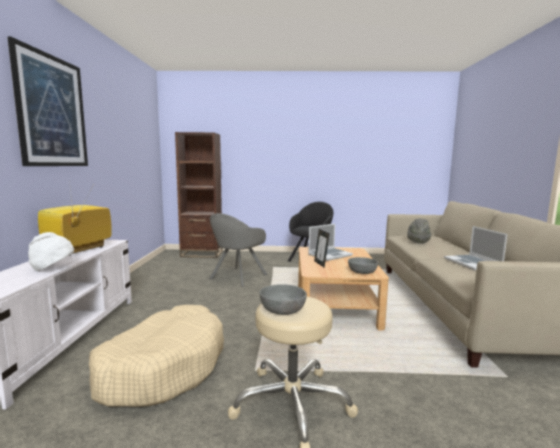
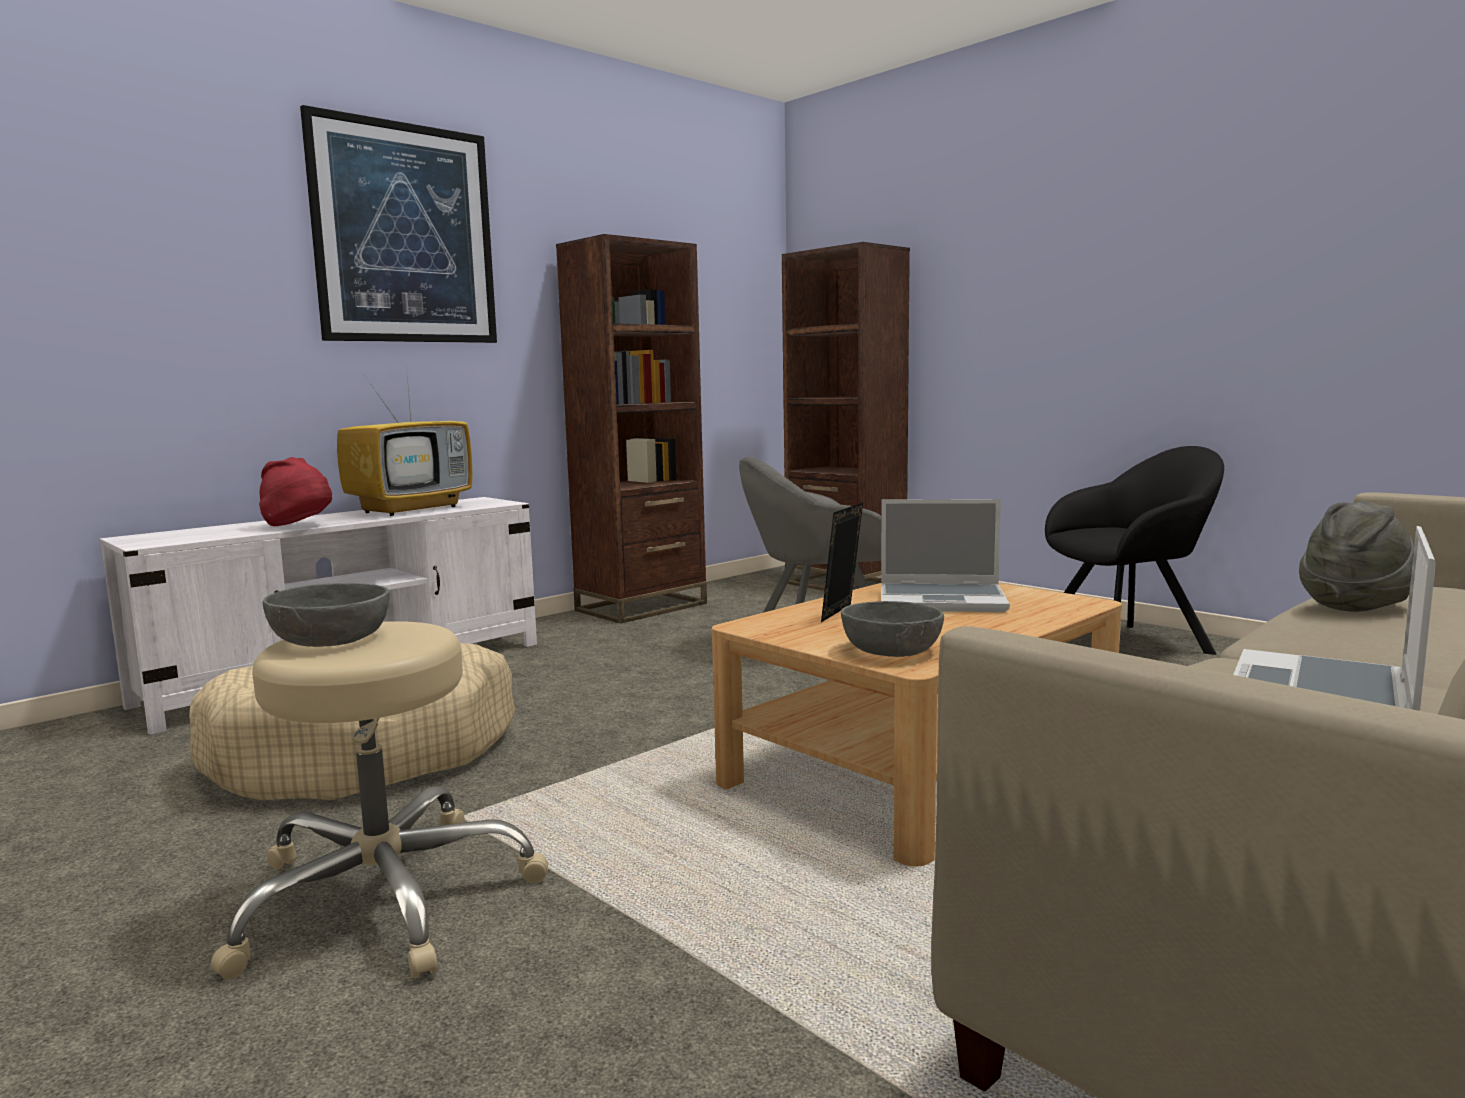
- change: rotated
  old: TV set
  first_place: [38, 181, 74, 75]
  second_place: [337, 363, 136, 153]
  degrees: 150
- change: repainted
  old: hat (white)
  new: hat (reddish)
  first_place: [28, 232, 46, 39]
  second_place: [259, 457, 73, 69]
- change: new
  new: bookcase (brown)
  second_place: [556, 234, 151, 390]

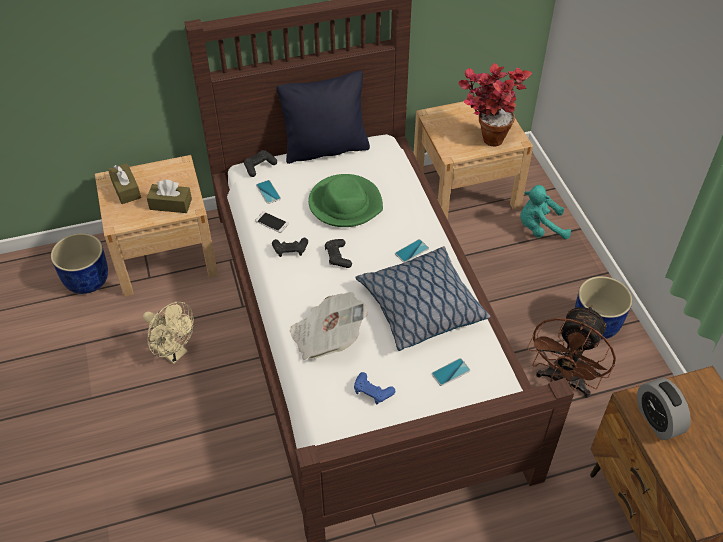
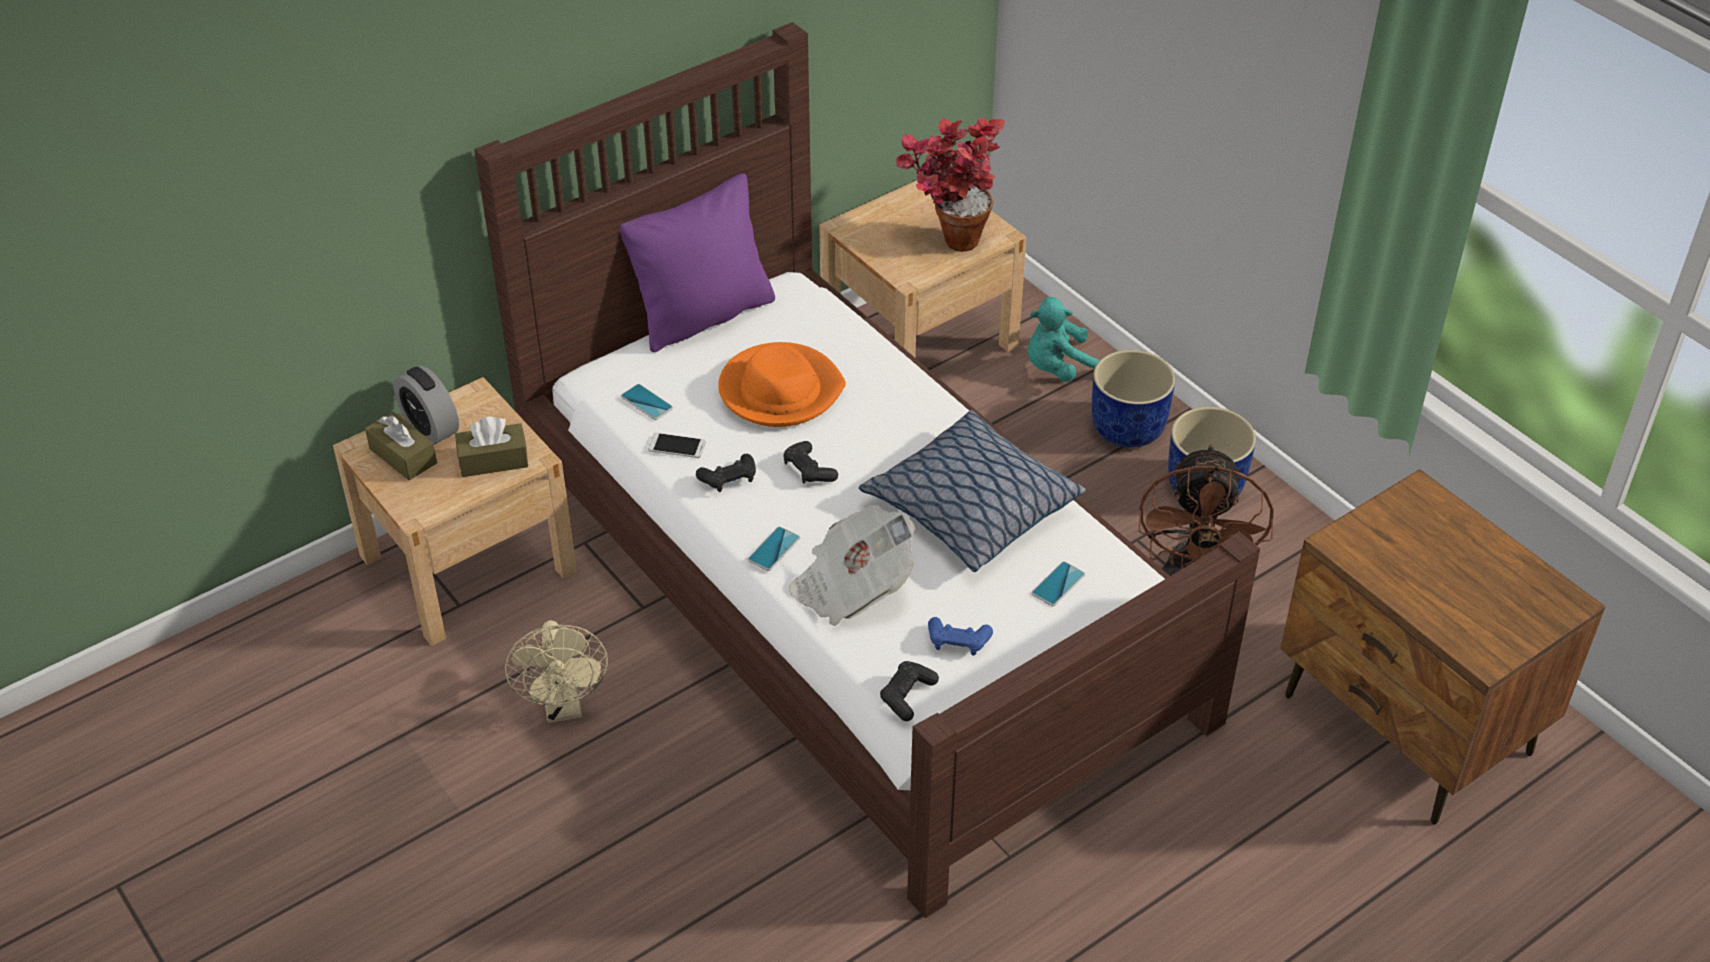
- change: repainted
  old: cushion (black-coloured)
  new: cushion (purplish)
  first_place: [276, 71, 94, 93]
  second_place: [620, 173, 155, 179]
- change: shifted
  old: joypad (black-coloured)
  first_place: [244, 150, 33, 27]
  second_place: [880, 661, 59, 60]
- change: repainted
  old: hat (green-coloured)
  new: hat (orange-coloured)
  first_place: [308, 174, 75, 53]
  second_place: [718, 342, 128, 85]
- change: shifted
  old: flower pot (blue)
  first_place: [51, 233, 57, 61]
  second_place: [1092, 350, 83, 98]
- change: shifted
  old: telephone
  first_place: [395, 239, 34, 24]
  second_place: [747, 527, 53, 44]
- change: rotated
  old: cooling fan (sand-coloured)
  first_place: [143, 302, 51, 62]
  second_place: [505, 620, 103, 103]
  degrees: 60
- change: shifted
  old: table clock
  first_place: [637, 378, 54, 62]
  second_place: [393, 365, 66, 80]

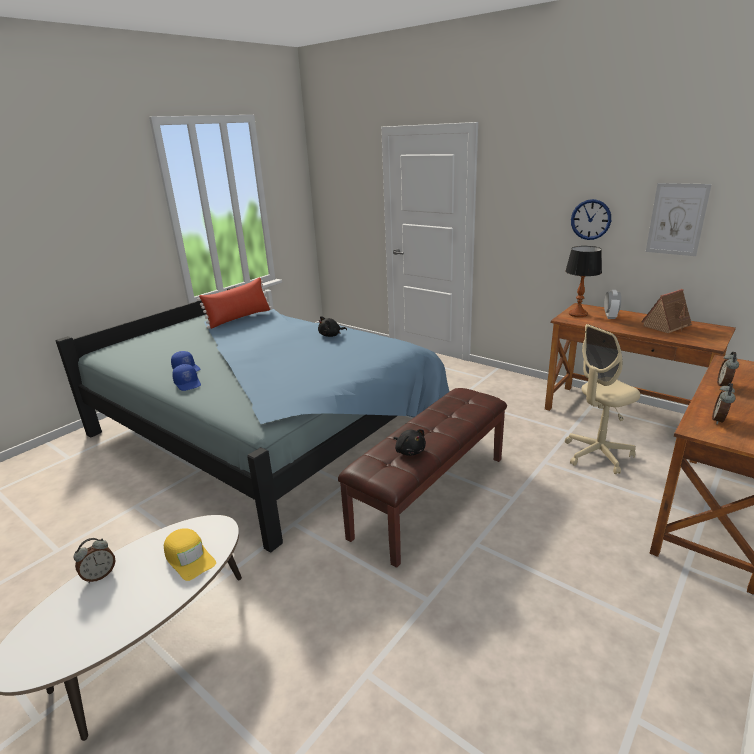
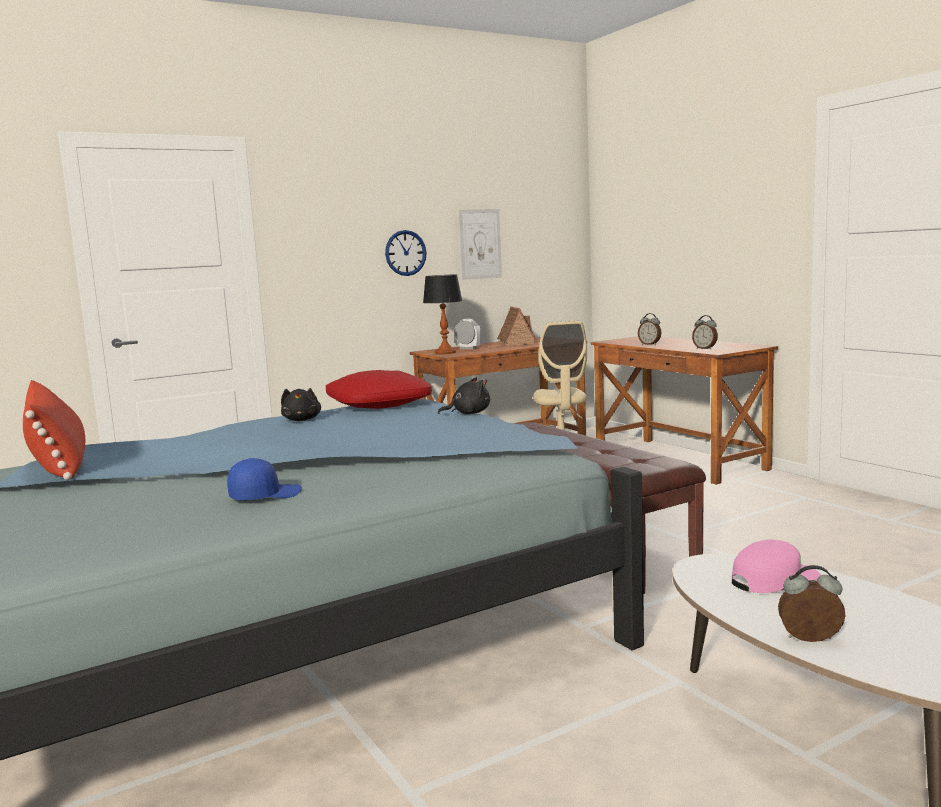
- change: gone
  old: peaked cap (blue)
  first_place: [172, 364, 29, 27]
- change: shifted
  old: plush toy (black-coloured)
  first_place: [393, 429, 33, 27]
  second_place: [438, 377, 52, 37]
- change: repainted
  old: peaked cap (yellow-coloured)
  new: peaked cap (pink-coloured)
  first_place: [164, 528, 52, 53]
  second_place: [732, 539, 89, 54]
- change: rotated
  old: table clock
  first_place: [74, 538, 41, 45]
  second_place: [778, 565, 67, 77]
  degrees: -60
- change: new
  new: cushion (reddish)
  second_place: [326, 370, 106, 39]

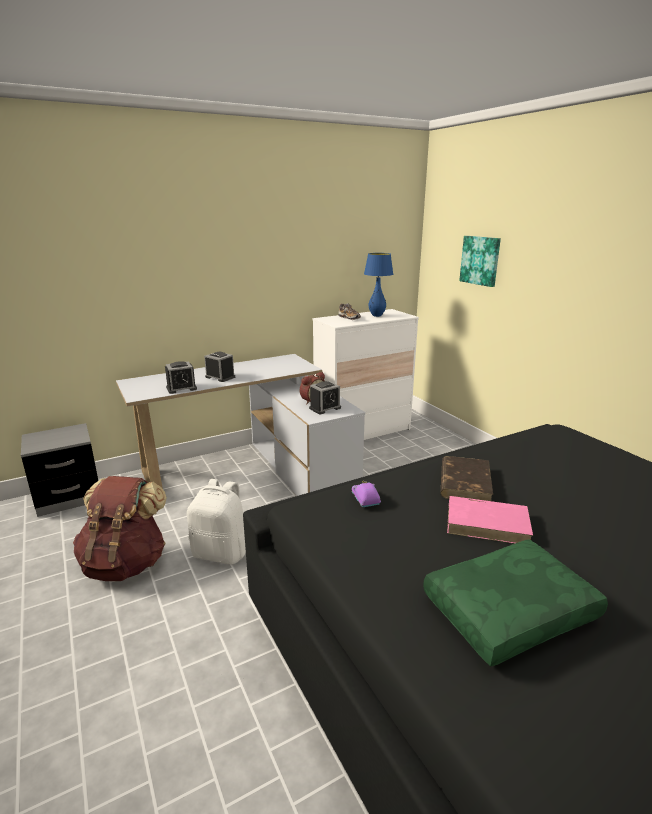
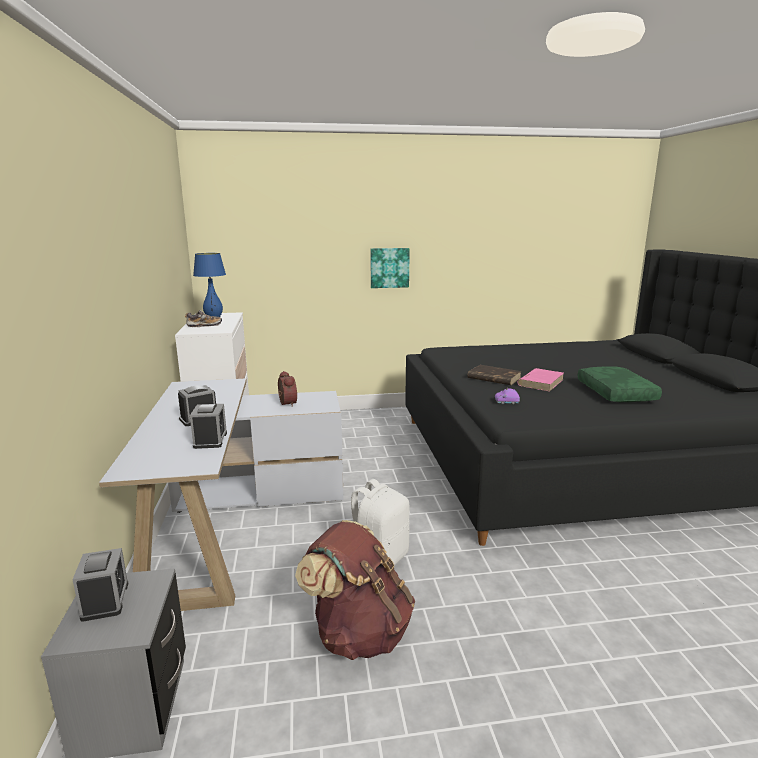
- change: shifted
  old: wall picture
  first_place: [459, 236, 42, 51]
  second_place: [370, 248, 40, 40]
- change: shifted
  old: table clock
  first_place: [309, 381, 32, 33]
  second_place: [72, 548, 56, 74]

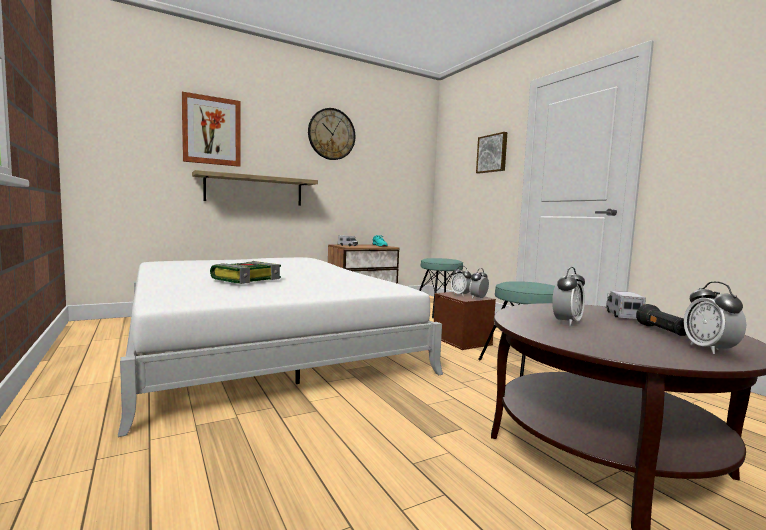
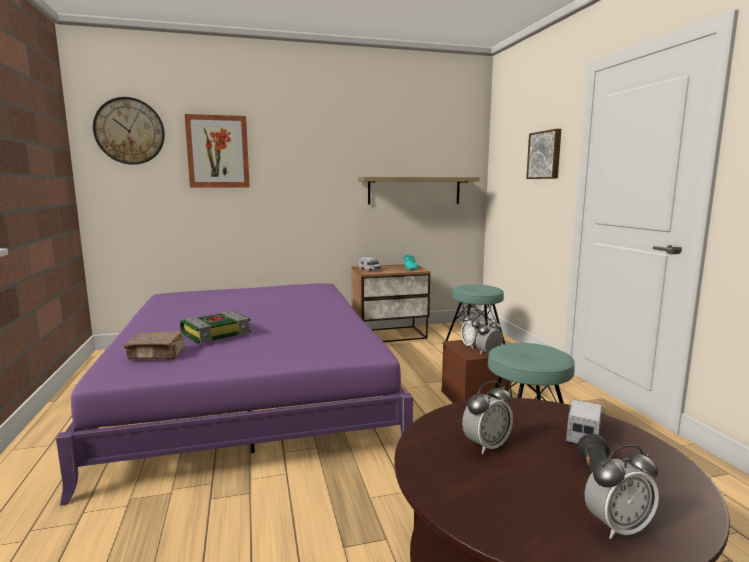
- change: shifted
  old: wall clock
  first_place: [308, 108, 47, 52]
  second_place: [93, 97, 72, 68]
- change: shifted
  old: shelf
  first_place: [192, 170, 126, 36]
  second_place: [358, 177, 122, 28]
- change: repainted
  old: bed (white)
  new: bed (purplish)
  first_place: [118, 257, 325, 180]
  second_place: [56, 283, 357, 223]
- change: rotated
  old: table clock
  first_place: [684, 281, 62, 73]
  second_place: [584, 445, 75, 94]
  degrees: -120
- change: new
  new: bound book (brown)
  second_place: [124, 331, 60, 29]

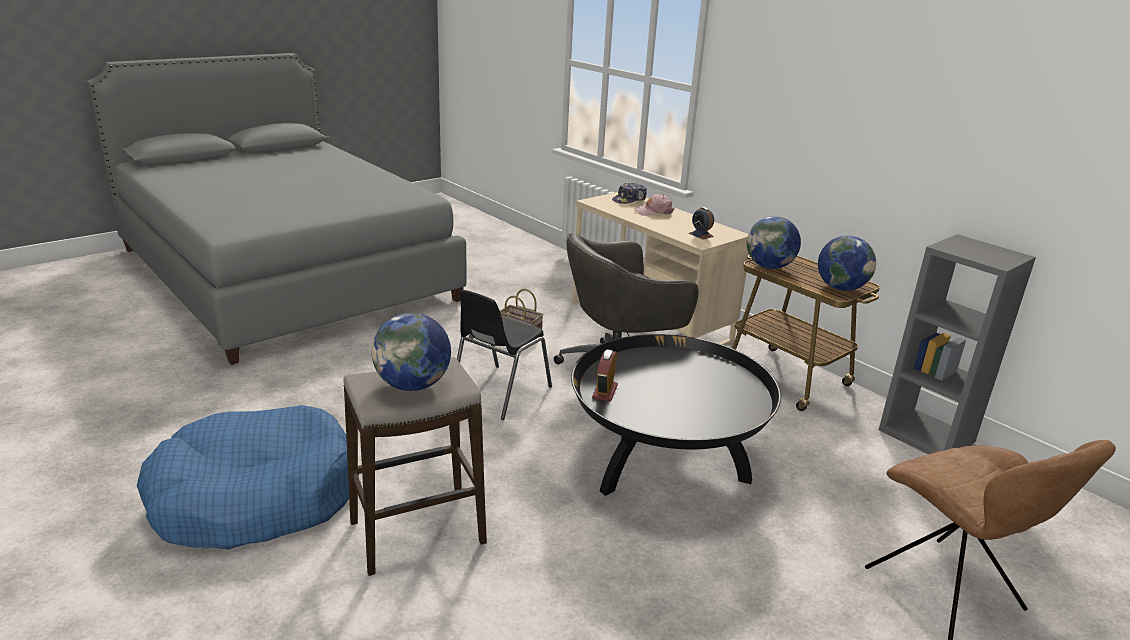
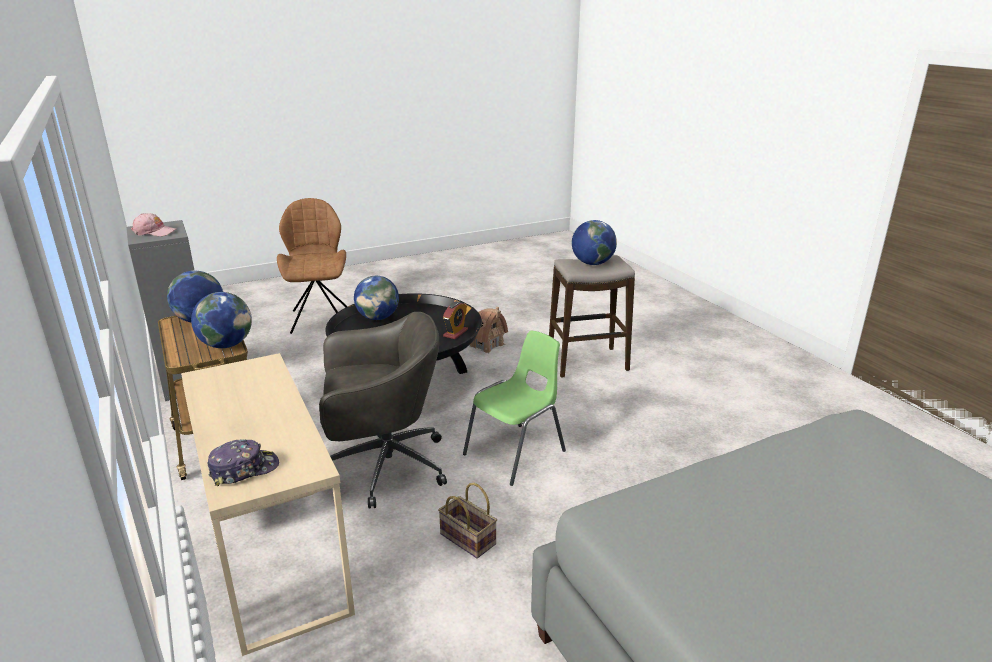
- change: shifted
  old: peaked cap (pink-coloured)
  first_place: [634, 194, 41, 22]
  second_place: [131, 213, 46, 23]
- change: gone
  old: table clock
  first_place: [689, 207, 25, 32]
- change: repainted
  old: upright chair (black-coloured)
  new: upright chair (green-coloured)
  first_place: [457, 290, 95, 130]
  second_place: [463, 330, 103, 156]
- change: gone
  old: pet bed (blue)
  first_place: [137, 405, 222, 144]
- change: new
  new: globe
  second_place: [354, 276, 45, 44]
- change: new
  new: toy house
  second_place: [469, 307, 39, 47]

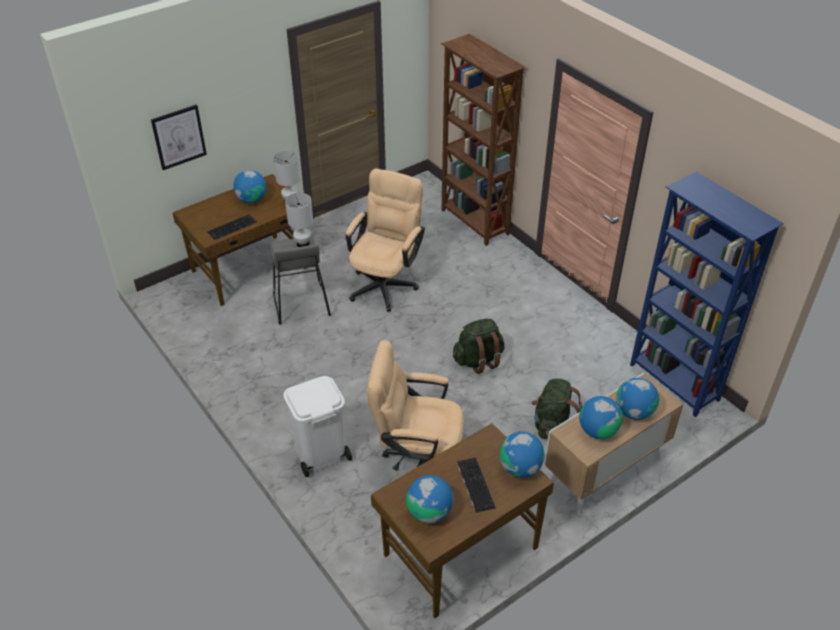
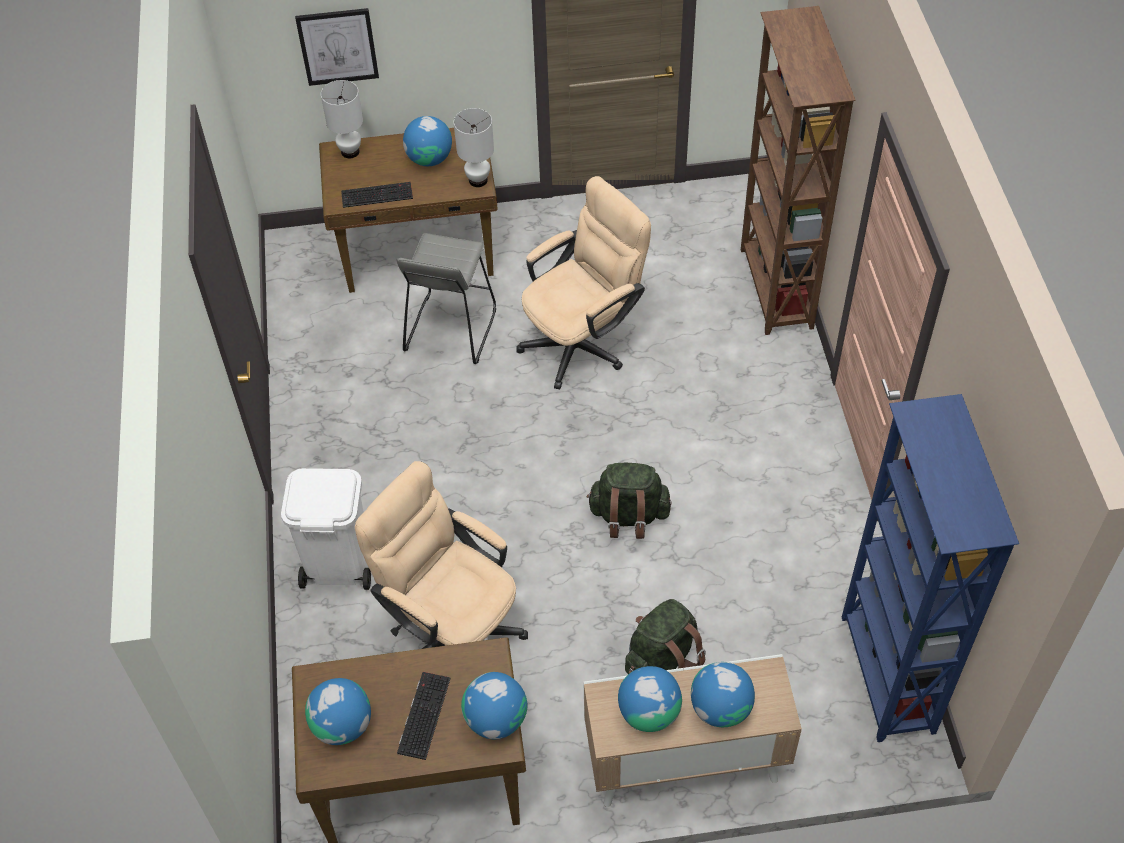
- change: shifted
  old: table lamp (white)
  first_place: [285, 193, 28, 54]
  second_place: [321, 80, 42, 78]

